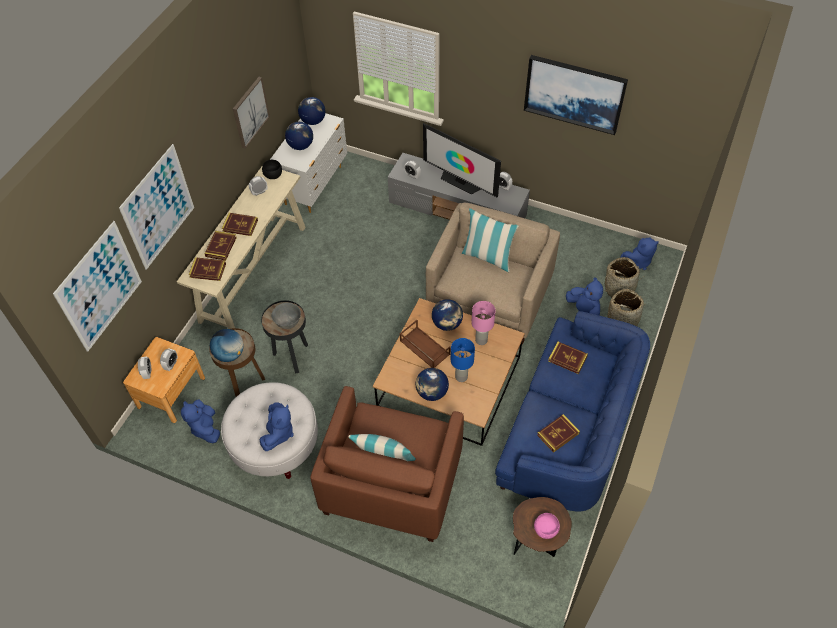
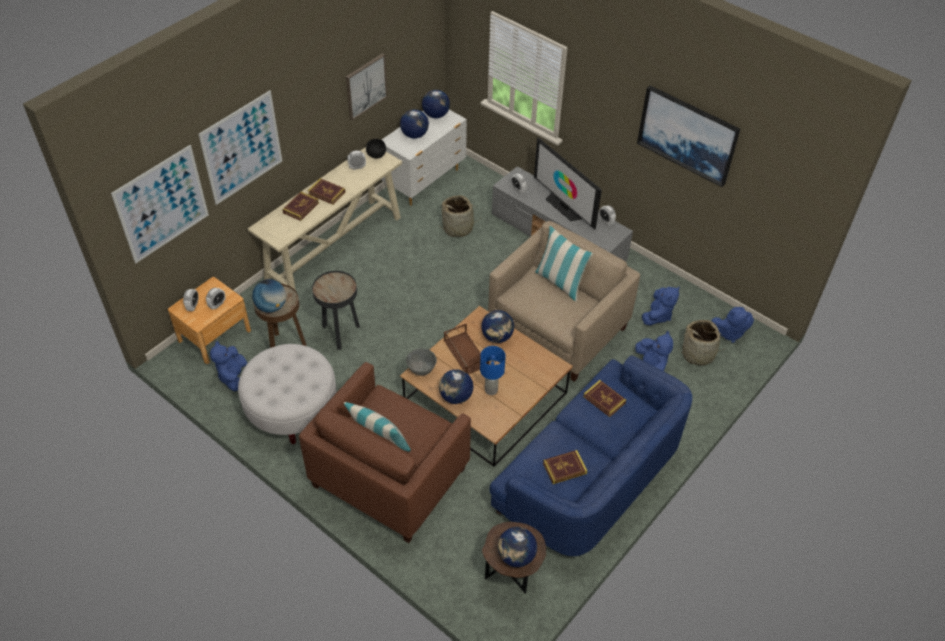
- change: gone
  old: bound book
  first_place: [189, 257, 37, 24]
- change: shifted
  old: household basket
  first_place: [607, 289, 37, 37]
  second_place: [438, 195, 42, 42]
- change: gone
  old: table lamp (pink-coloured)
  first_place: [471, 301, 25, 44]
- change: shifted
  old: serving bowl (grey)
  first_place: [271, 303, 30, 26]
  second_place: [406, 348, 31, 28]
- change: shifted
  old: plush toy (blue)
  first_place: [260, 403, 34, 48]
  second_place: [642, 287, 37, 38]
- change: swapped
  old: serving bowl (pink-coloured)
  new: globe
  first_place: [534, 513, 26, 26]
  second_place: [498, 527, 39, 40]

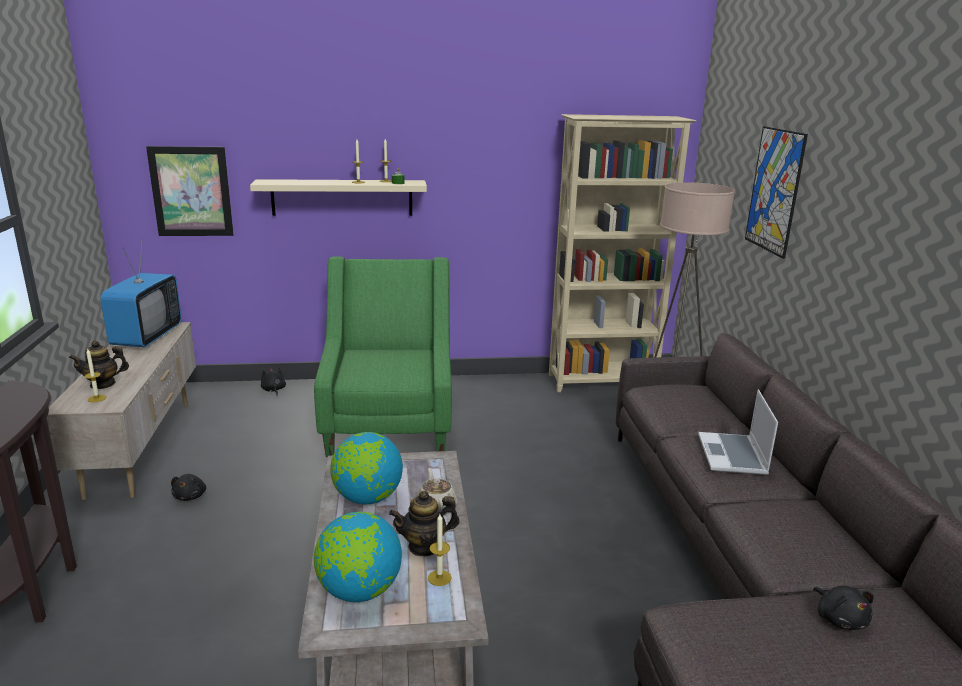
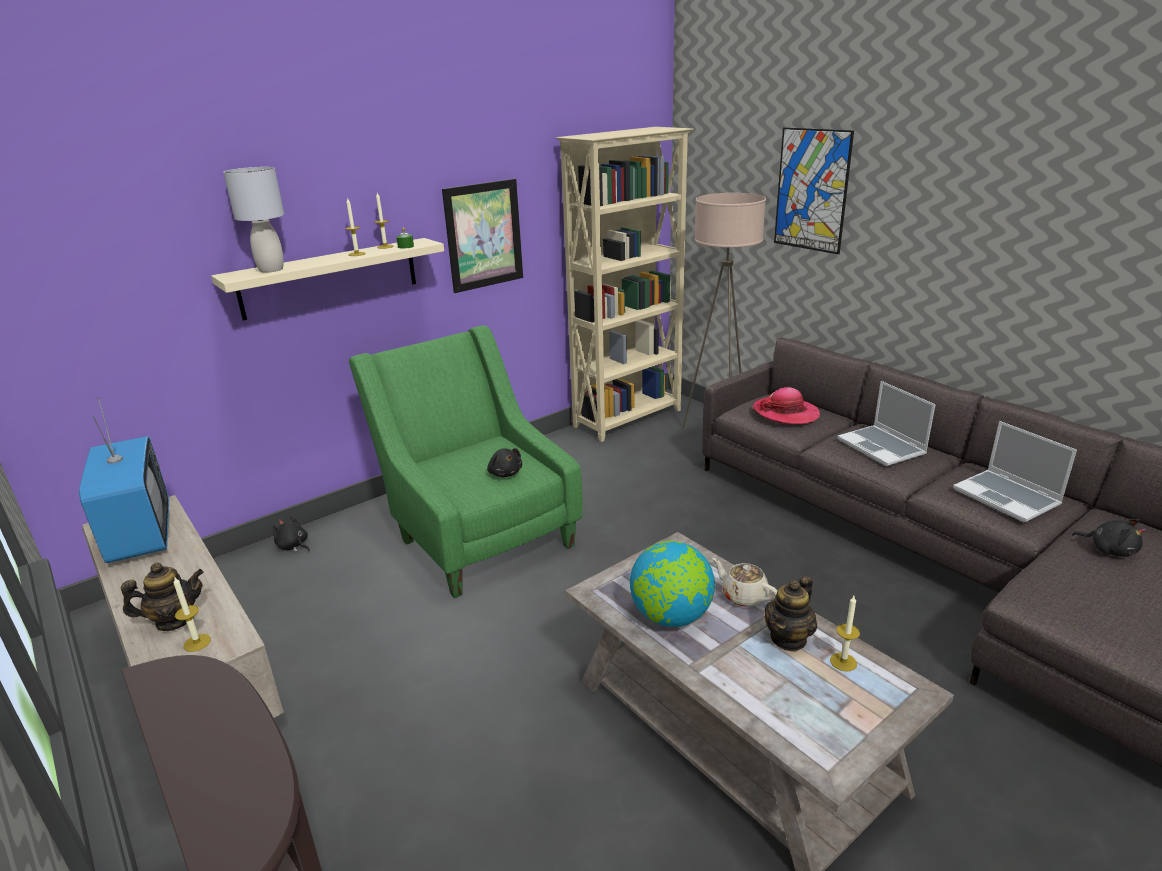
- change: shifted
  old: wall picture
  first_place: [146, 146, 88, 90]
  second_place: [442, 179, 81, 114]
- change: rotated
  old: teapot
  first_place: [69, 341, 60, 48]
  second_place: [121, 562, 83, 69]
  degrees: -150
- change: shifted
  old: plush toy (black-coloured)
  first_place: [171, 474, 35, 27]
  second_place: [487, 448, 35, 29]
- change: gone
  old: globe
  first_place: [314, 512, 88, 90]
- change: new
  new: table lamp (grey)
  second_place: [223, 167, 61, 106]
- change: new
  new: hat
  second_place: [753, 387, 67, 37]
- change: new
  new: portable computer
  second_place: [953, 421, 124, 101]

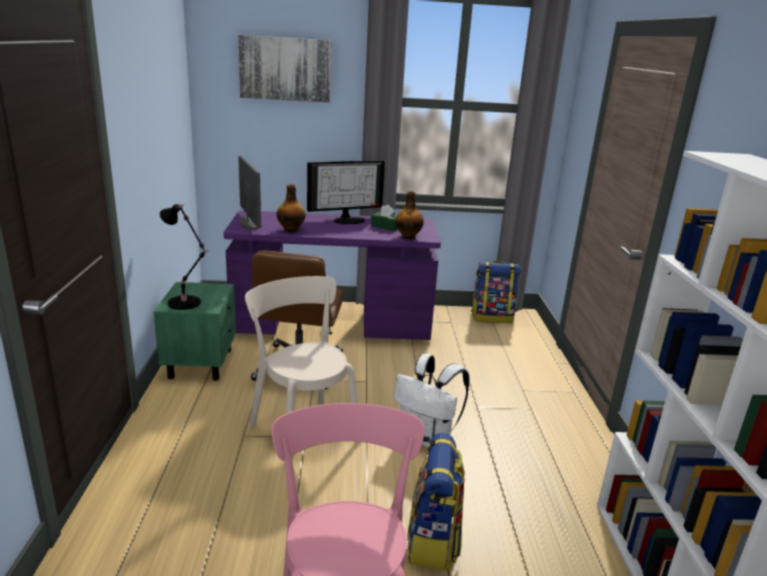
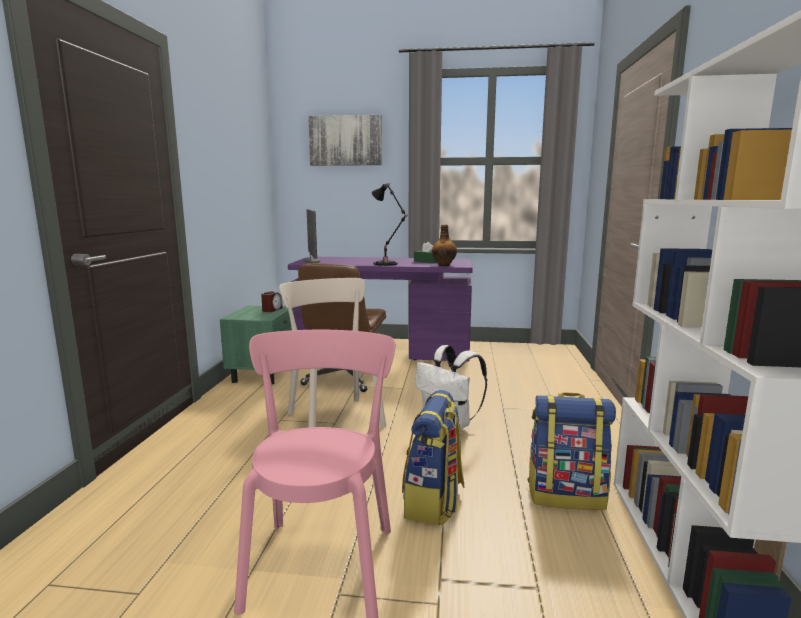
- change: gone
  old: computer display
  first_place: [307, 160, 78, 64]
- change: gone
  old: beverage bottle
  first_place: [276, 184, 30, 48]
- change: shifted
  old: table lamp (black-coloured)
  first_place: [160, 204, 49, 106]
  second_place: [372, 183, 37, 83]
- change: shifted
  old: rucksack
  first_place: [471, 261, 50, 62]
  second_place: [527, 392, 89, 118]
- change: new
  new: table clock
  second_place: [261, 291, 22, 21]

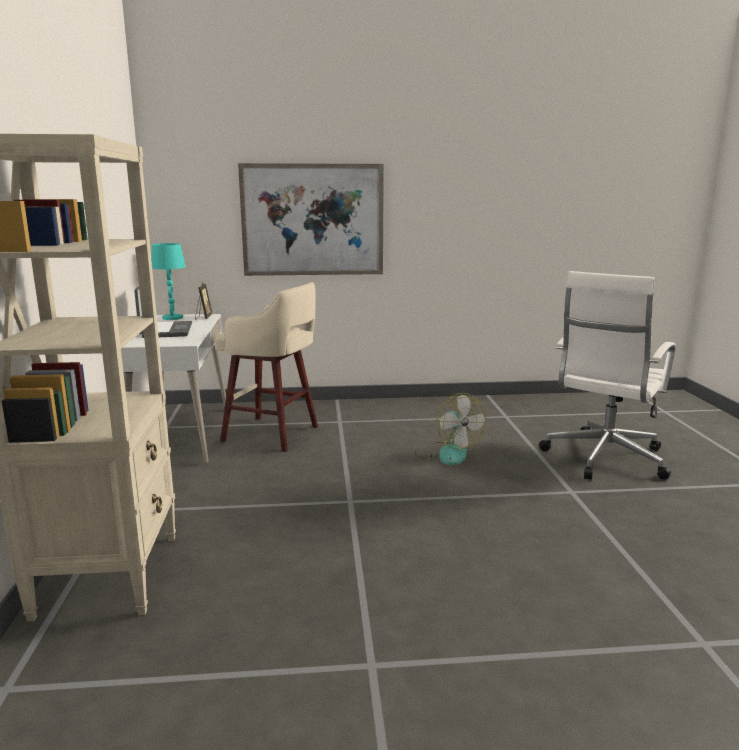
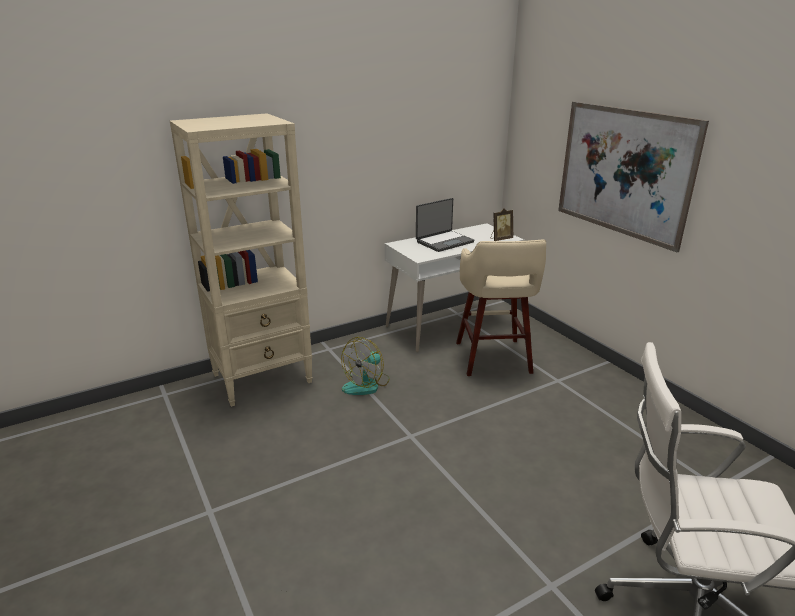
- change: gone
  old: table lamp (turquoise)
  first_place: [151, 243, 35, 77]
- change: shifted
  old: cooling fan
  first_place: [415, 393, 71, 72]
  second_place: [341, 337, 49, 58]

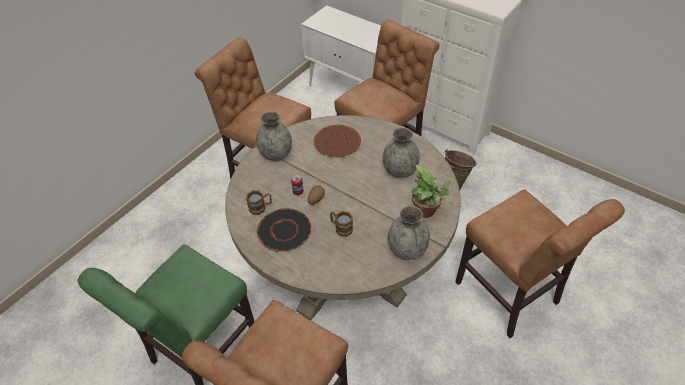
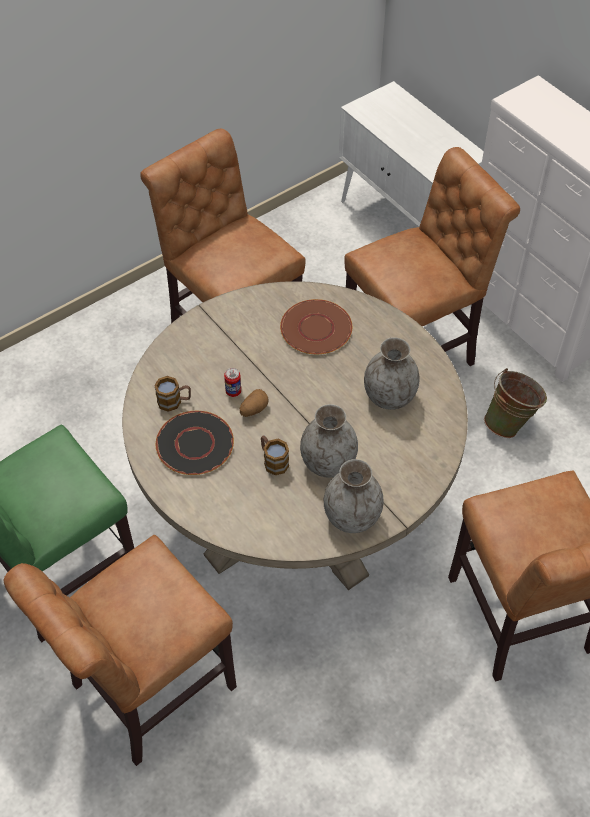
- change: shifted
  old: decorative vase (grey)
  first_place: [256, 111, 36, 50]
  second_place: [300, 404, 58, 74]
- change: gone
  old: plant in a pot
  first_place: [410, 165, 42, 53]

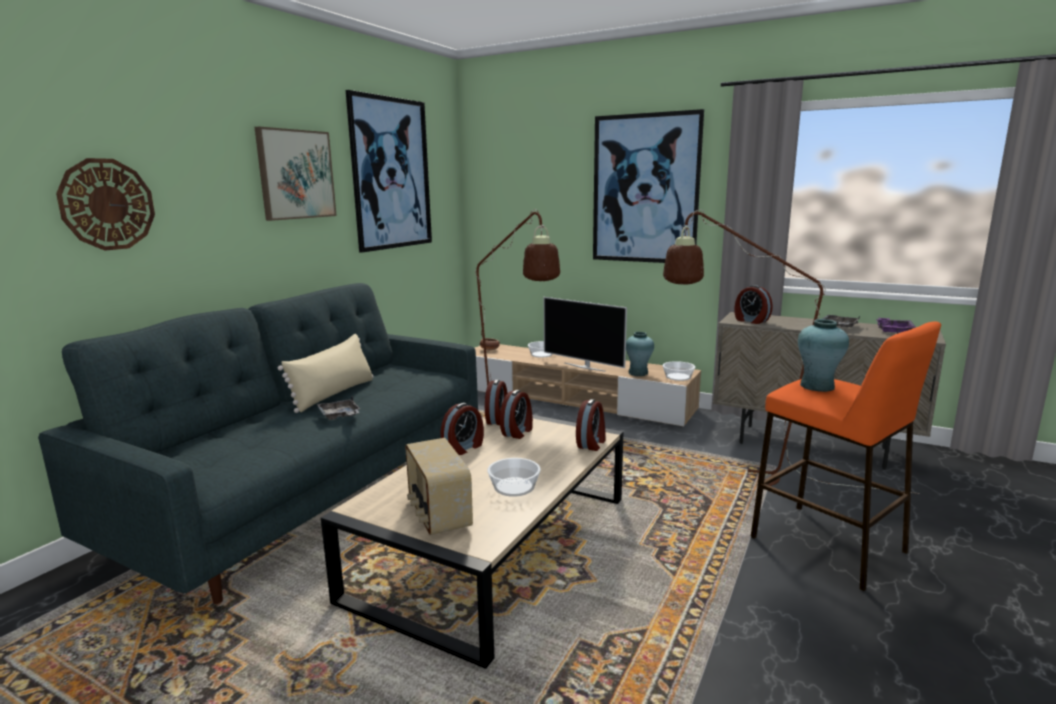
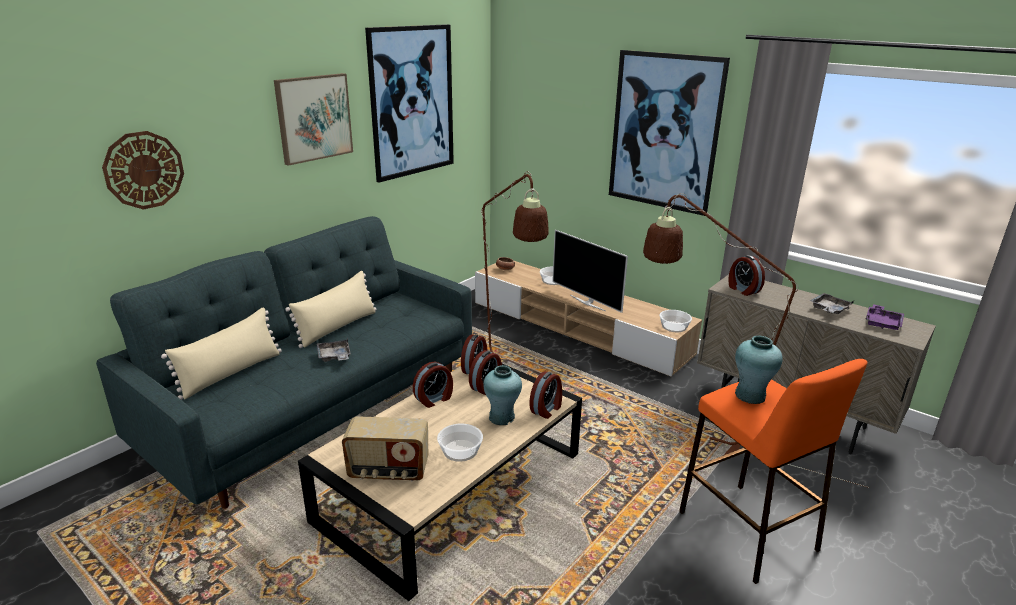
- change: shifted
  old: decorative vase (turquoise)
  first_place: [626, 332, 28, 44]
  second_place: [483, 365, 39, 60]
- change: rotated
  old: radio set
  first_place: [405, 438, 68, 97]
  second_place: [342, 416, 86, 65]
  degrees: -75
- change: new
  new: cushion (sand-coloured)
  second_place: [161, 308, 121, 92]

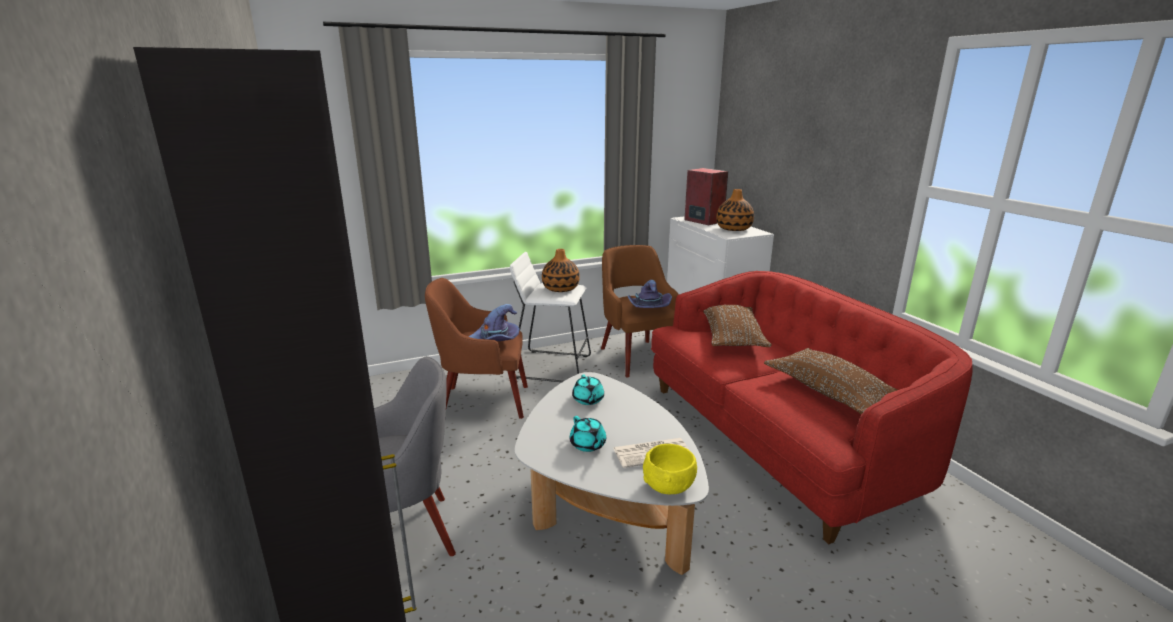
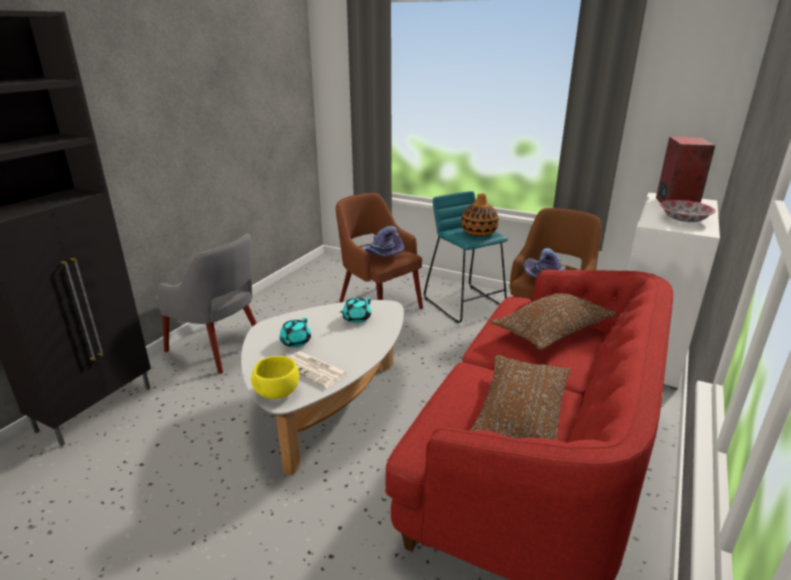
- change: swapped
  old: decorative vase
  new: serving bowl
  first_place: [716, 189, 38, 42]
  second_place: [660, 200, 56, 22]
- change: repainted
  old: stool (white)
  new: stool (turquoise)
  first_place: [510, 252, 81, 130]
  second_place: [424, 191, 84, 132]

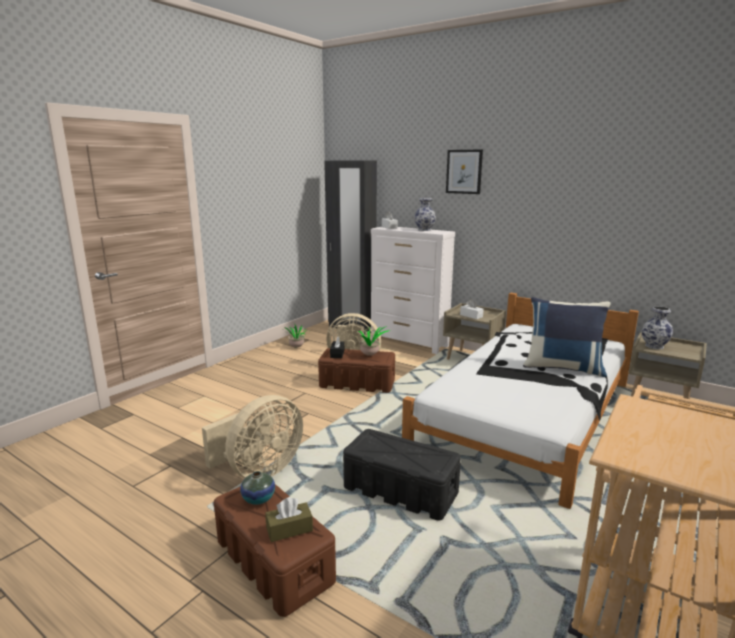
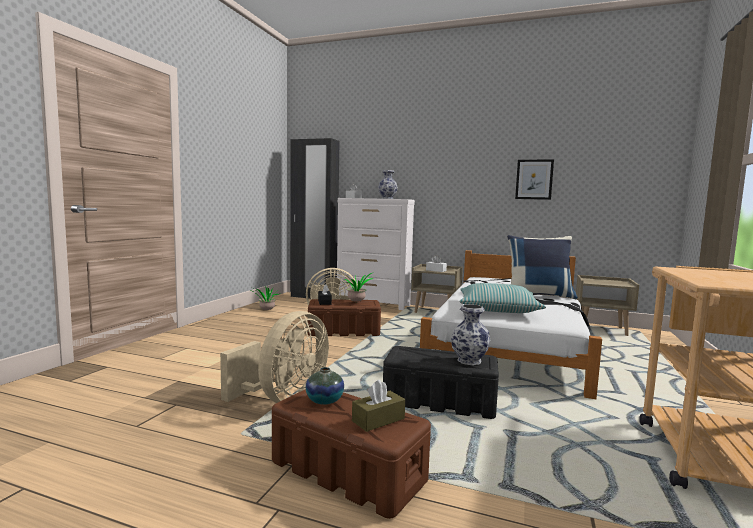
- change: shifted
  old: wall picture
  first_place: [446, 149, 37, 45]
  second_place: [515, 159, 39, 41]
- change: shifted
  old: decorative vase
  first_place: [642, 306, 31, 43]
  second_place: [451, 304, 39, 61]
- change: new
  new: cushion
  second_place: [459, 283, 87, 30]

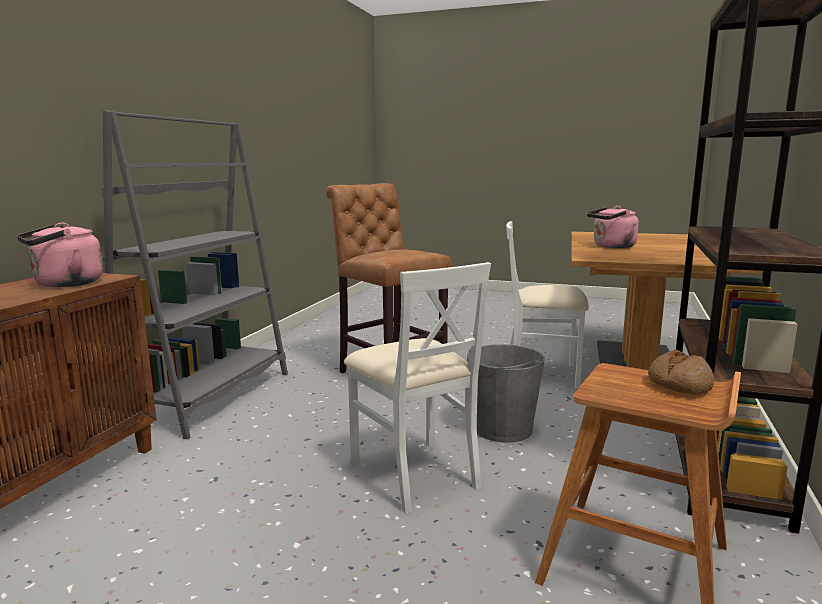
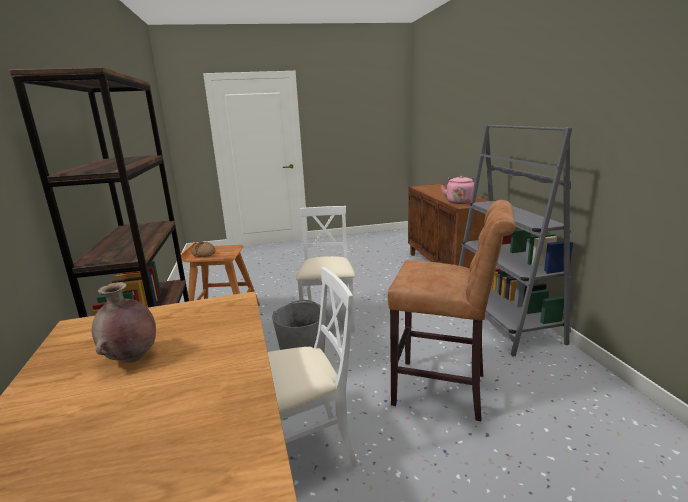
- change: gone
  old: kettle (pink-coloured)
  first_place: [587, 206, 52, 42]
- change: rotated
  old: upright chair (white)
  first_place: [344, 262, 147, 252]
  second_place: [296, 206, 59, 127]
  degrees: 60
- change: new
  new: decorative vase (brown)
  second_place: [92, 283, 64, 80]

